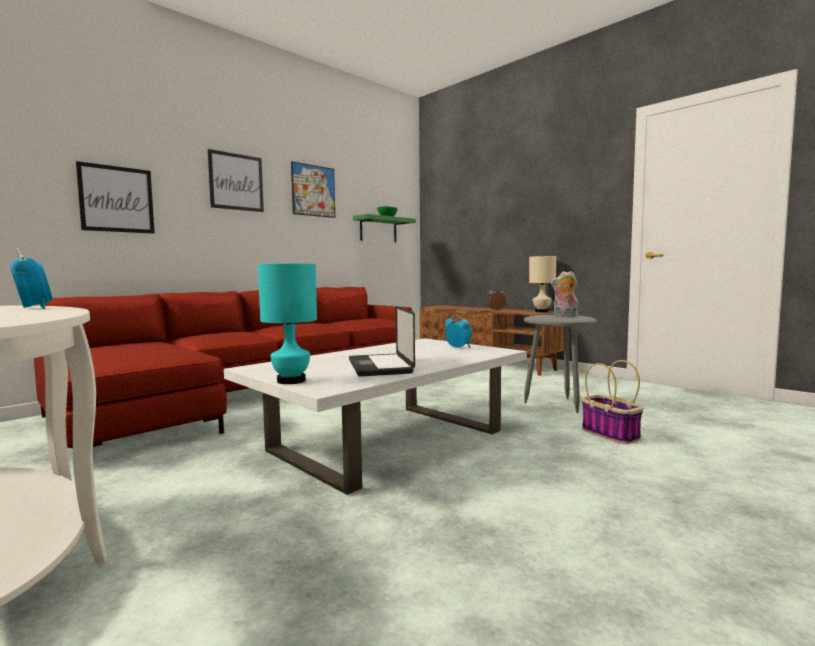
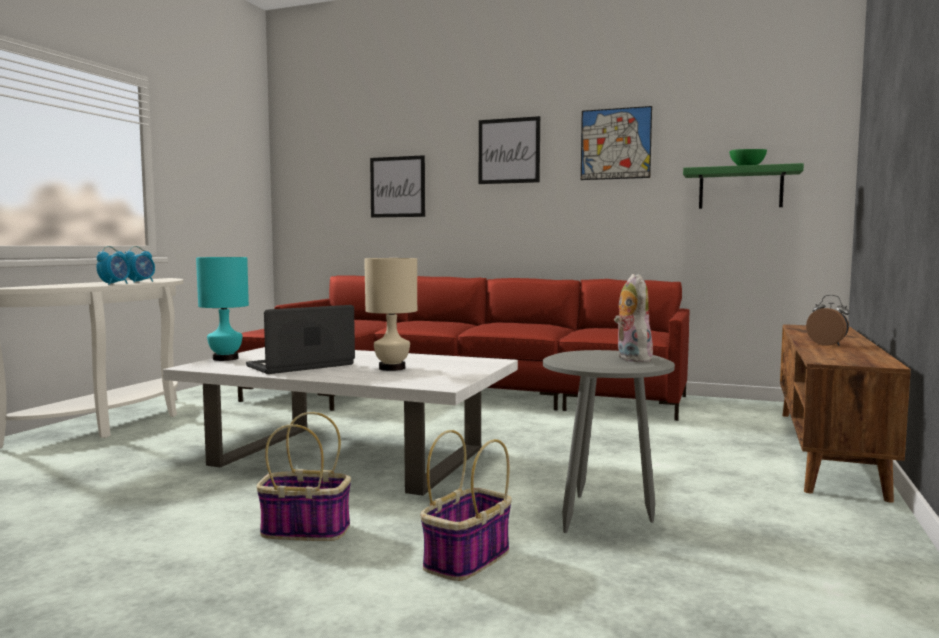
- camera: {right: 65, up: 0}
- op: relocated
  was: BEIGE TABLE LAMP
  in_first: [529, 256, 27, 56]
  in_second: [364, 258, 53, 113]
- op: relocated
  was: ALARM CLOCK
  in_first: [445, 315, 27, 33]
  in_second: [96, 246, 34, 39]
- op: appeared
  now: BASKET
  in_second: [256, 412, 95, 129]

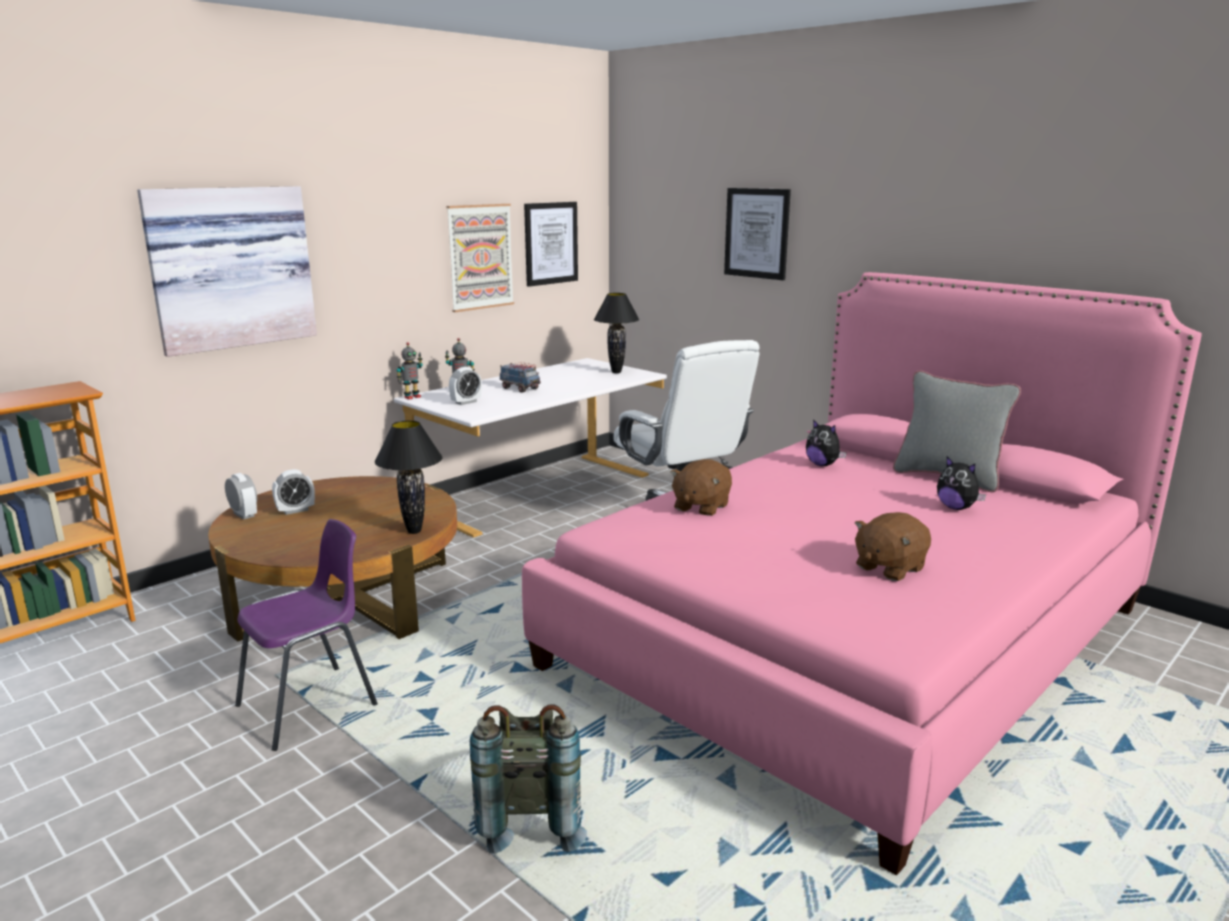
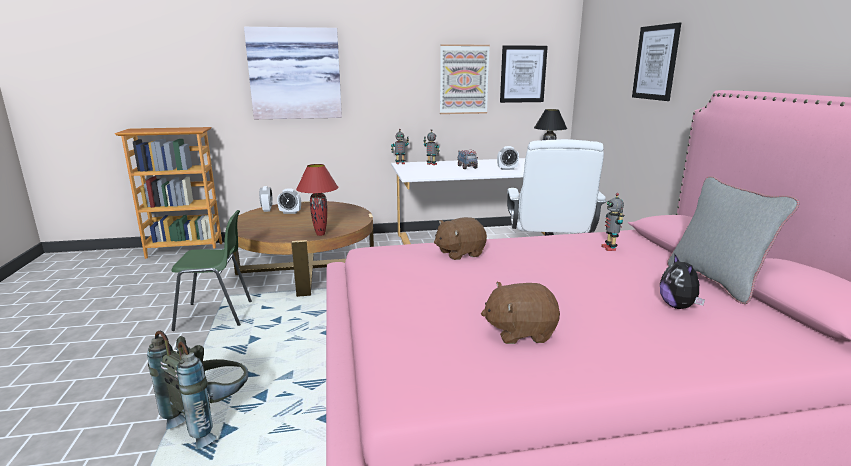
- camera: {right: 35, up: 0}
- op: relocated
  was: ALARM CLOCK
  in_first: [449, 367, 33, 38]
  in_second: [497, 146, 22, 24]
- op: exchanged
  was: PLUSH TOY
  now: TOY ROBOT
  in_first: [806, 419, 41, 47]
  in_second: [601, 193, 24, 58]
- op: colour
  was: BLACK TABLE LAMP
  now: RED TABLE LAMP
  in_first: [375, 420, 67, 114]
  in_second: [296, 164, 42, 72]
- op: colour
  was: PURPLE CHAIR
  now: GREEN CHAIR
  in_first: [235, 519, 143, 232]
  in_second: [172, 210, 80, 121]

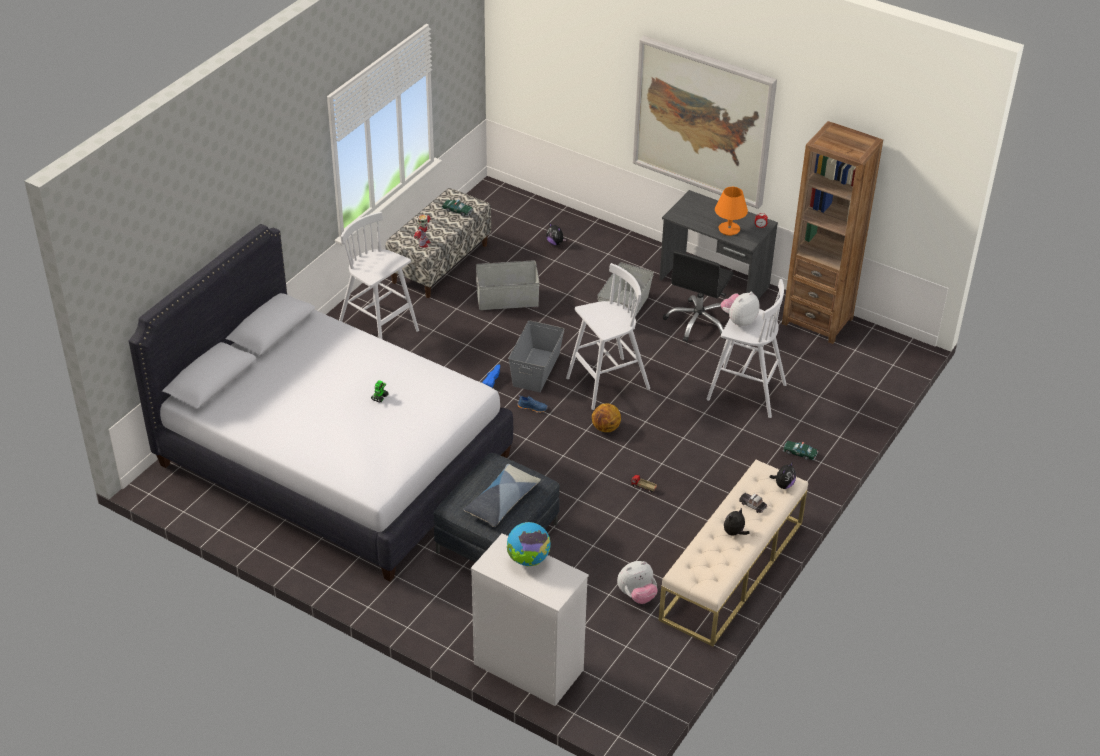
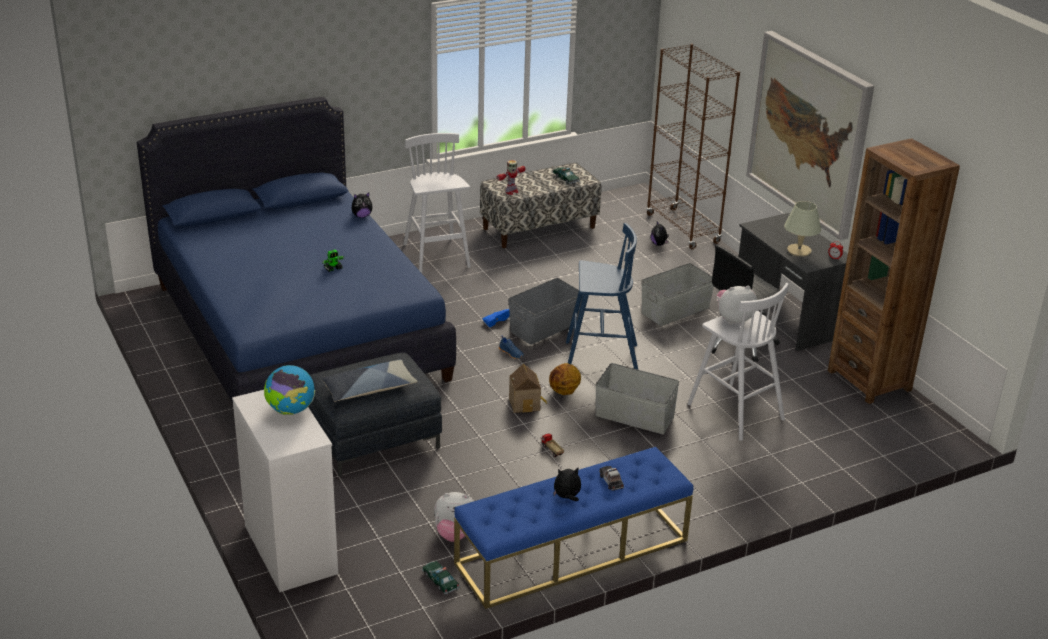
- camera: {right: 30, up: -10}
- op: colour
  was: ORANGE TABLE LAMP
  now: BEIGE TABLE LAMP
  in_first: [715, 187, 33, 49]
  in_second: [784, 201, 37, 56]
- op: colour
  was: WHITE BED
  now: BLUE BED
  in_first: [129, 224, 384, 357]
  in_second: [137, 96, 319, 307]
- op: relocated
  was: GREY STORAGE BOX
  in_first: [476, 260, 64, 50]
  in_second: [595, 363, 85, 71]
- op: colour
  was: WHITE STOOL
  now: BLUE STOOL
  in_first: [566, 263, 84, 147]
  in_second: [566, 223, 72, 147]
- op: relocated
  was: TOY CAR
  in_first: [783, 441, 35, 20]
  in_second: [422, 561, 38, 34]
- op: colour
  was: BEIGE BENCH
  now: BLUE BENCH
  in_first: [659, 460, 149, 186]
  in_second: [454, 447, 239, 162]
- op: relocated
  was: PLUSH TOY
  in_first: [770, 462, 26, 27]
  in_second: [352, 193, 20, 25]
- op: appeared
  now: BROWN BOOKCASE
  in_second: [646, 44, 94, 205]
- op: appeared
  now: TOY HOUSE
  in_second: [509, 364, 38, 49]

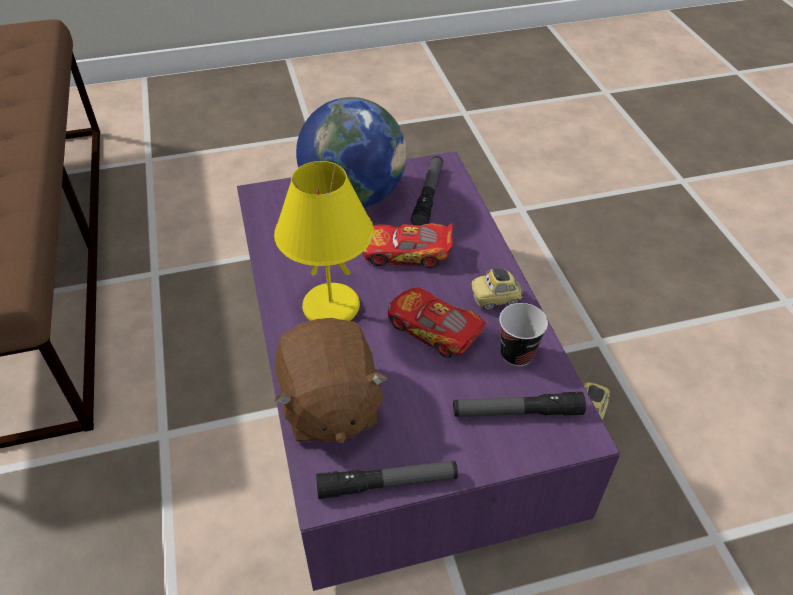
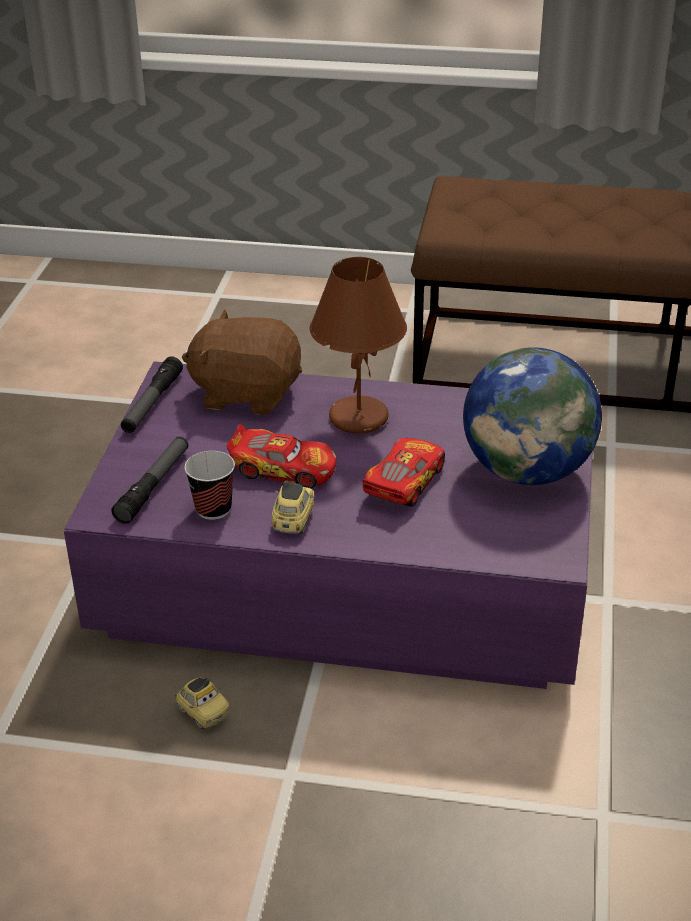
- camera: {right: 115, up: -10}
- op: missing
  was: FLASHLIGHT
  in_first: [411, 156, 32, 69]
- op: colour
  was: YELLOW TABLE LAMP
  now: BROWN TABLE LAMP
  in_first: [274, 161, 100, 160]
  in_second: [310, 257, 97, 177]
- op: spun
  was: TOY CAR
  in_first: [388, 287, 100, 71]
  in_second: [226, 424, 110, 64]
  clockwise: 45

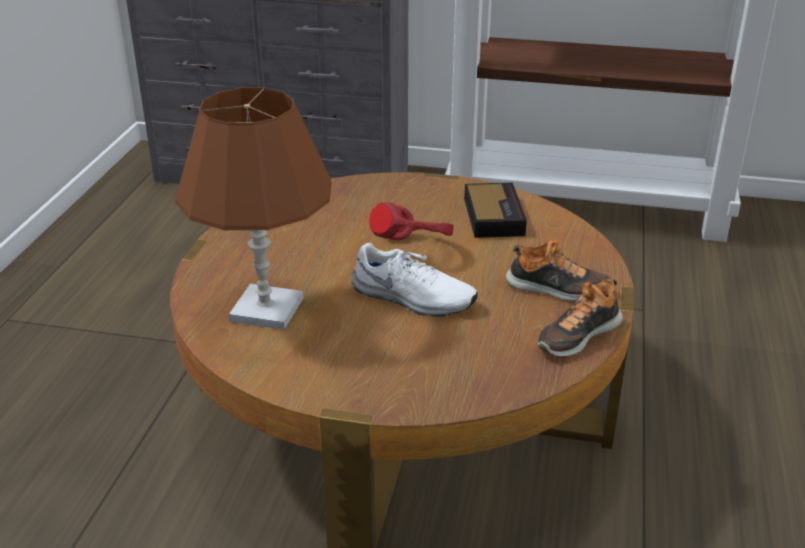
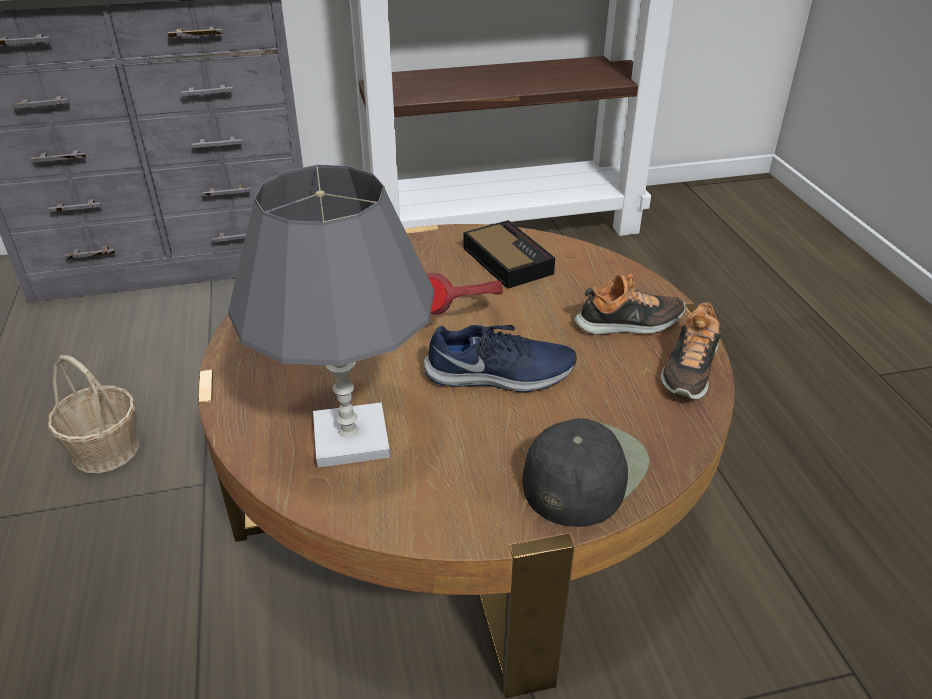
- camera: {right: -25, up: 5}
- op: colour
  was: BROWN TABLE LAMP
  now: GREY TABLE LAMP
  in_first: [175, 87, 157, 243]
  in_second: [228, 165, 206, 303]
- op: colour
  was: WHITE SHOE
  now: BLUE SHOE
  in_first: [351, 243, 127, 73]
  in_second: [424, 325, 153, 68]
- op: appeared
  now: BASKET
  in_second: [48, 355, 91, 118]
- op: appeared
  now: BLACK CAP
  in_second: [522, 418, 128, 109]

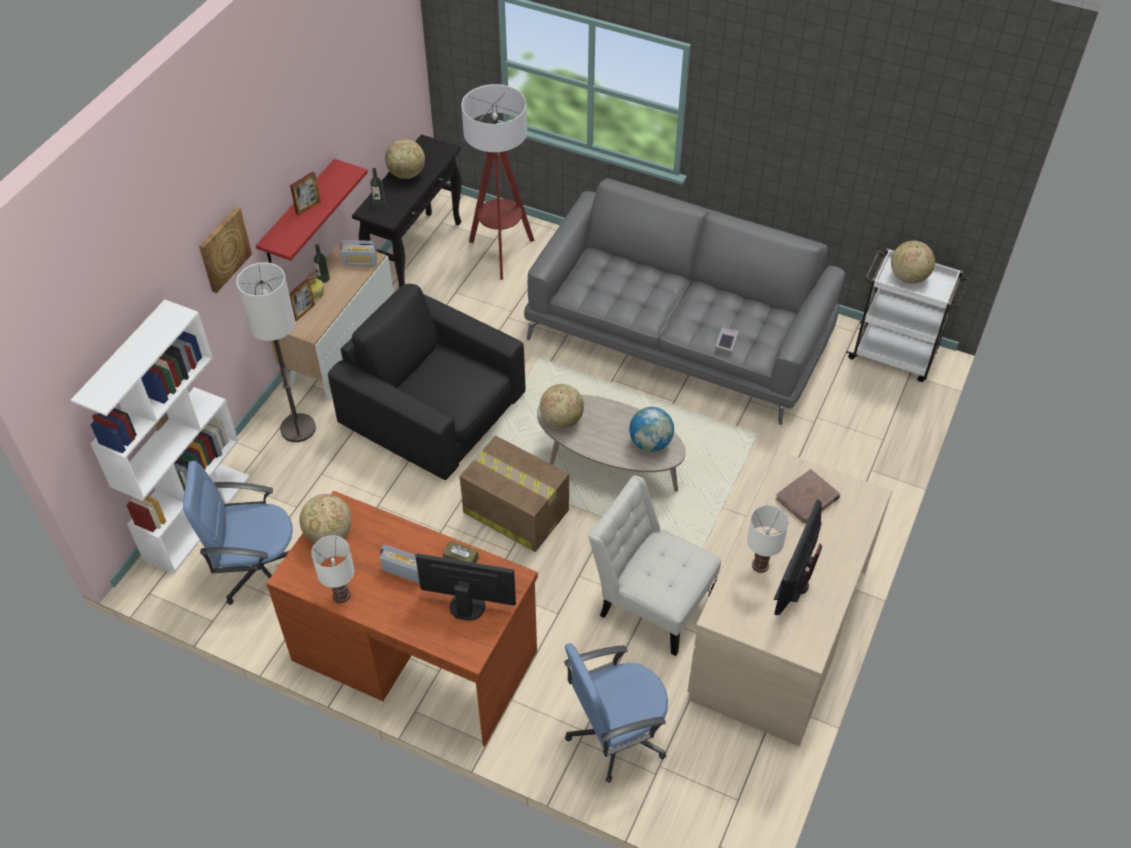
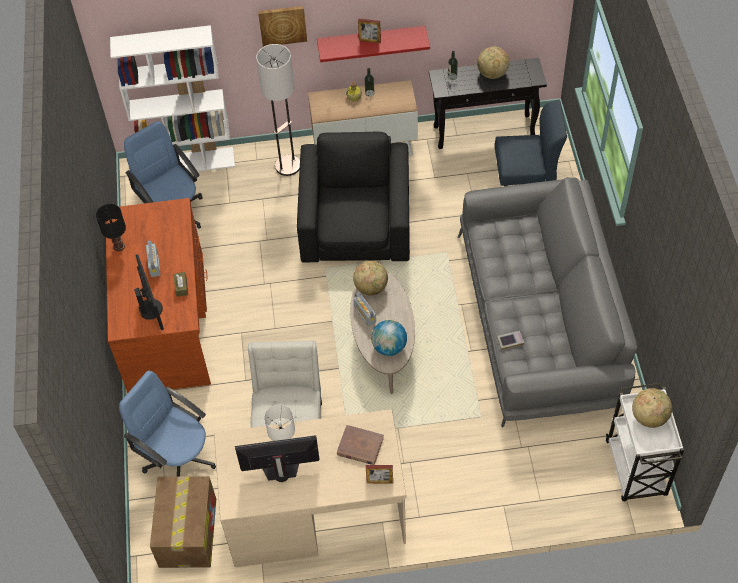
- camera: {right: 60, up: 5}
- op: exchanged
  was: FLOOR LAMP
  now: BLUE CHAIR
  in_first: [461, 84, 73, 196]
  in_second: [495, 101, 72, 85]
- op: relocated
  was: RADIO
  in_first: [340, 240, 38, 26]
  in_second: [353, 292, 23, 34]
- op: relocated
  was: PICTURE FRAME
  in_first: [289, 278, 26, 43]
  in_second: [366, 465, 27, 19]
- op: relocated
  was: CARDBOARD BOX
  in_first: [460, 436, 109, 116]
  in_second: [150, 476, 66, 92]
- op: missing
  was: GLOBE
  in_first: [300, 494, 52, 49]
- op: colour
  was: WHITE TABLE LAMP
  now: BLACK TABLE LAMP
  in_first: [311, 535, 43, 68]
  in_second: [96, 204, 30, 47]

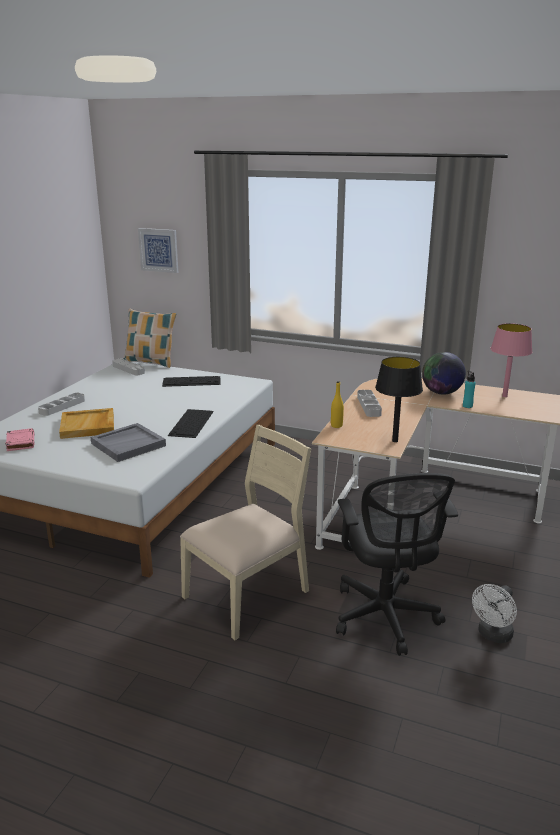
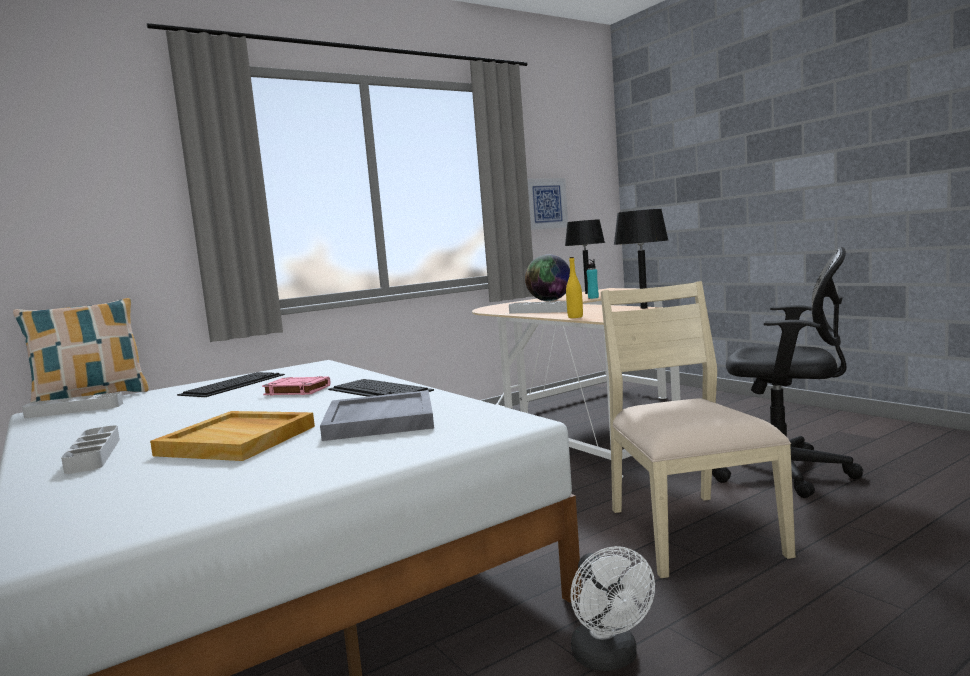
- camera: {right: -55, up: -15}
- op: relocated
  was: PICTURE
  in_first: [138, 228, 40, 45]
  in_second: [527, 178, 41, 52]
- op: colour
  was: PINK TABLE LAMP
  now: BLACK TABLE LAMP
  in_first: [490, 323, 42, 74]
  in_second: [565, 219, 40, 75]
- op: relocated
  was: PINK BOOK
  in_first: [5, 428, 30, 23]
  in_second: [262, 376, 69, 20]
- op: relocated
  was: WHITE FAN
  in_first: [472, 584, 45, 59]
  in_second: [571, 546, 84, 125]

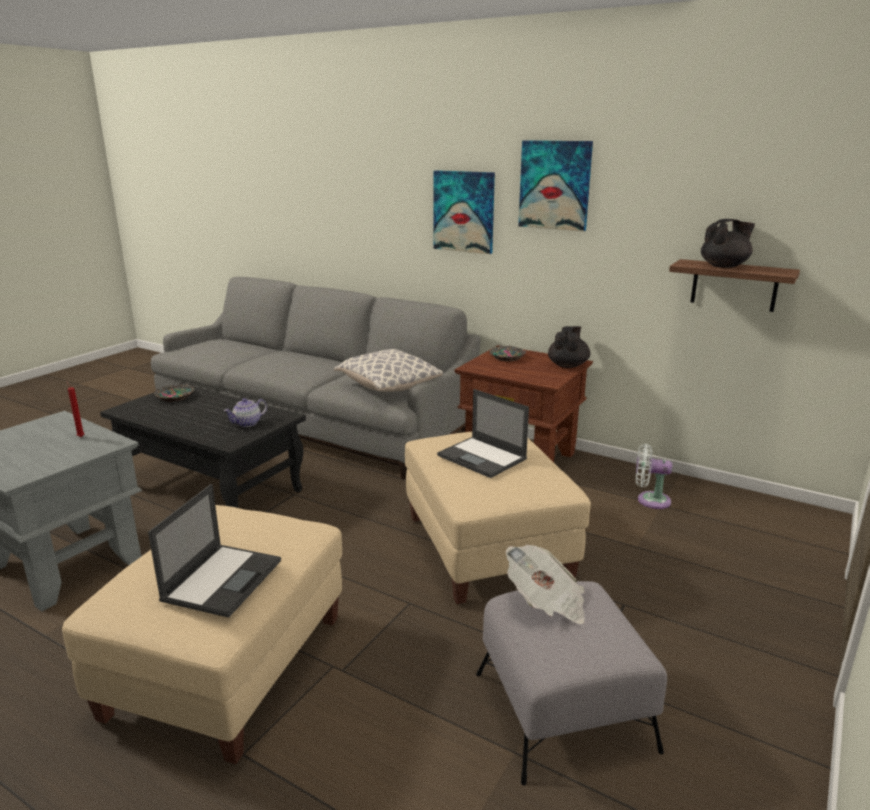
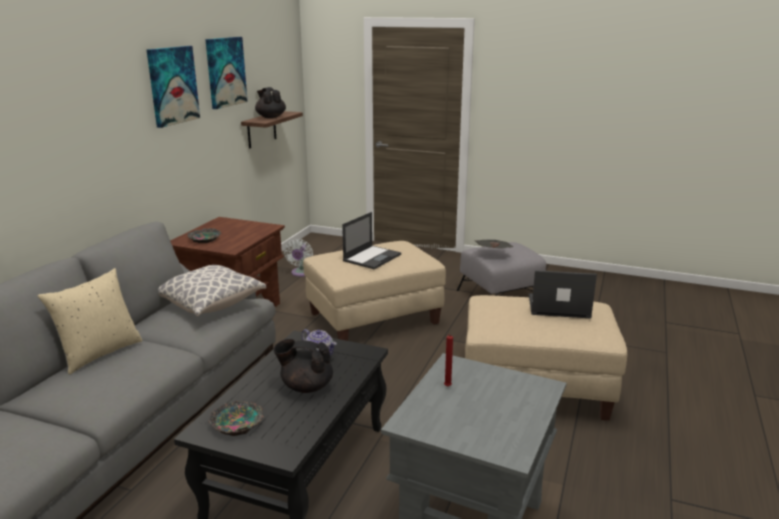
- camera: {right: -100, up: 0}
- op: relocated
  was: PICTURE
  in_first: [434, 170, 61, 84]
  in_second: [205, 37, 43, 72]
- op: relocated
  was: BLACK TEAPOT
  in_first: [548, 326, 42, 42]
  in_second: [274, 339, 59, 54]
- op: appeared
  now: BEIGE PILLOW
  in_second: [37, 268, 106, 106]

